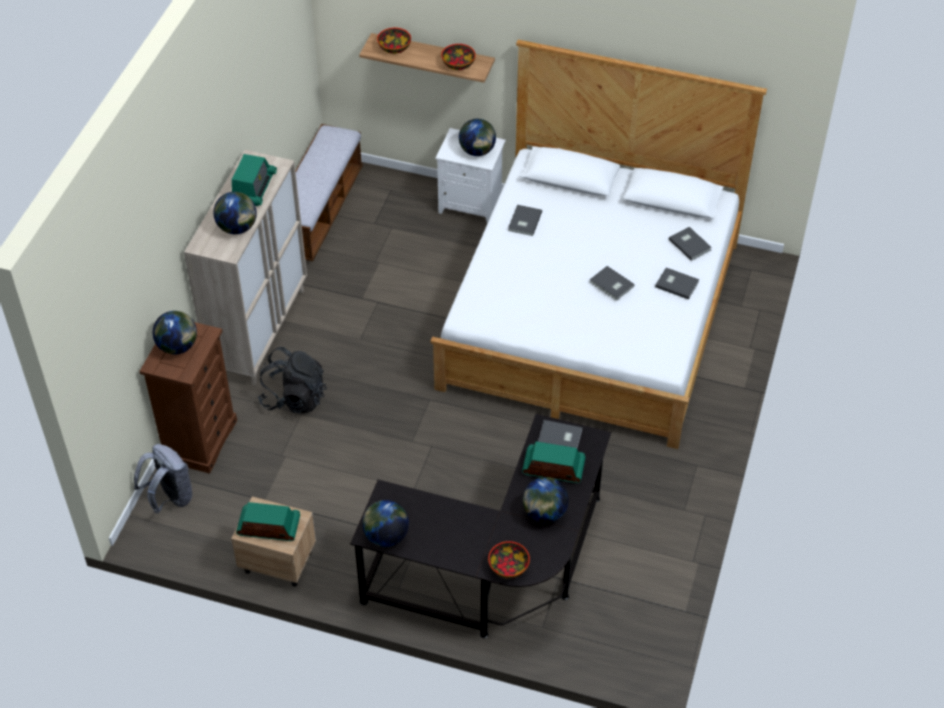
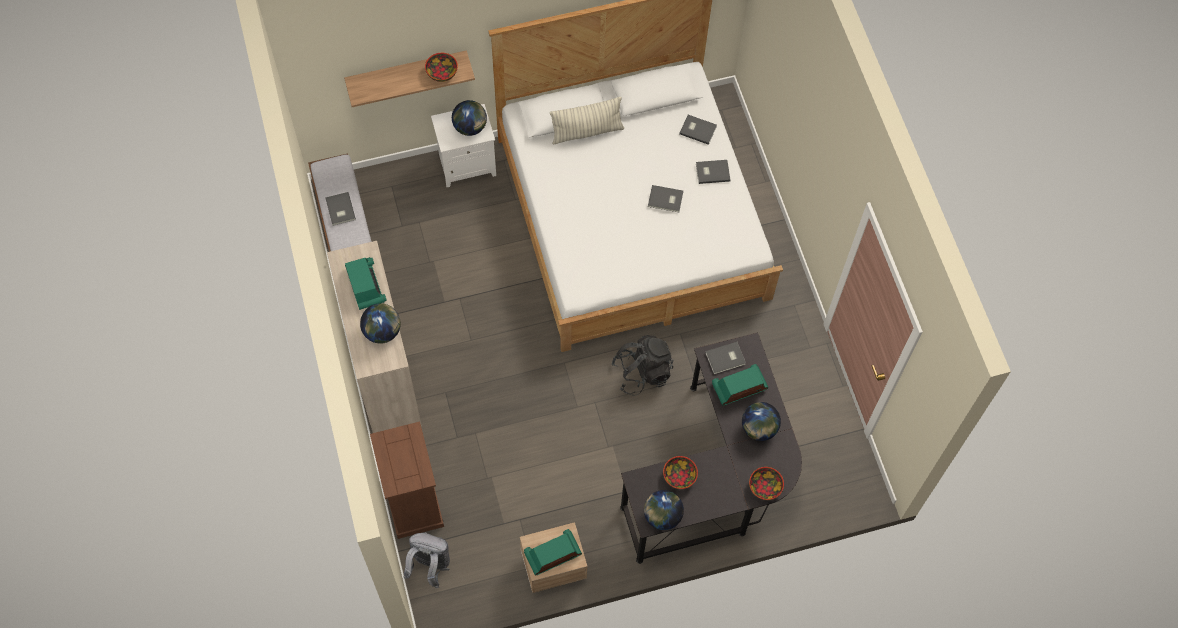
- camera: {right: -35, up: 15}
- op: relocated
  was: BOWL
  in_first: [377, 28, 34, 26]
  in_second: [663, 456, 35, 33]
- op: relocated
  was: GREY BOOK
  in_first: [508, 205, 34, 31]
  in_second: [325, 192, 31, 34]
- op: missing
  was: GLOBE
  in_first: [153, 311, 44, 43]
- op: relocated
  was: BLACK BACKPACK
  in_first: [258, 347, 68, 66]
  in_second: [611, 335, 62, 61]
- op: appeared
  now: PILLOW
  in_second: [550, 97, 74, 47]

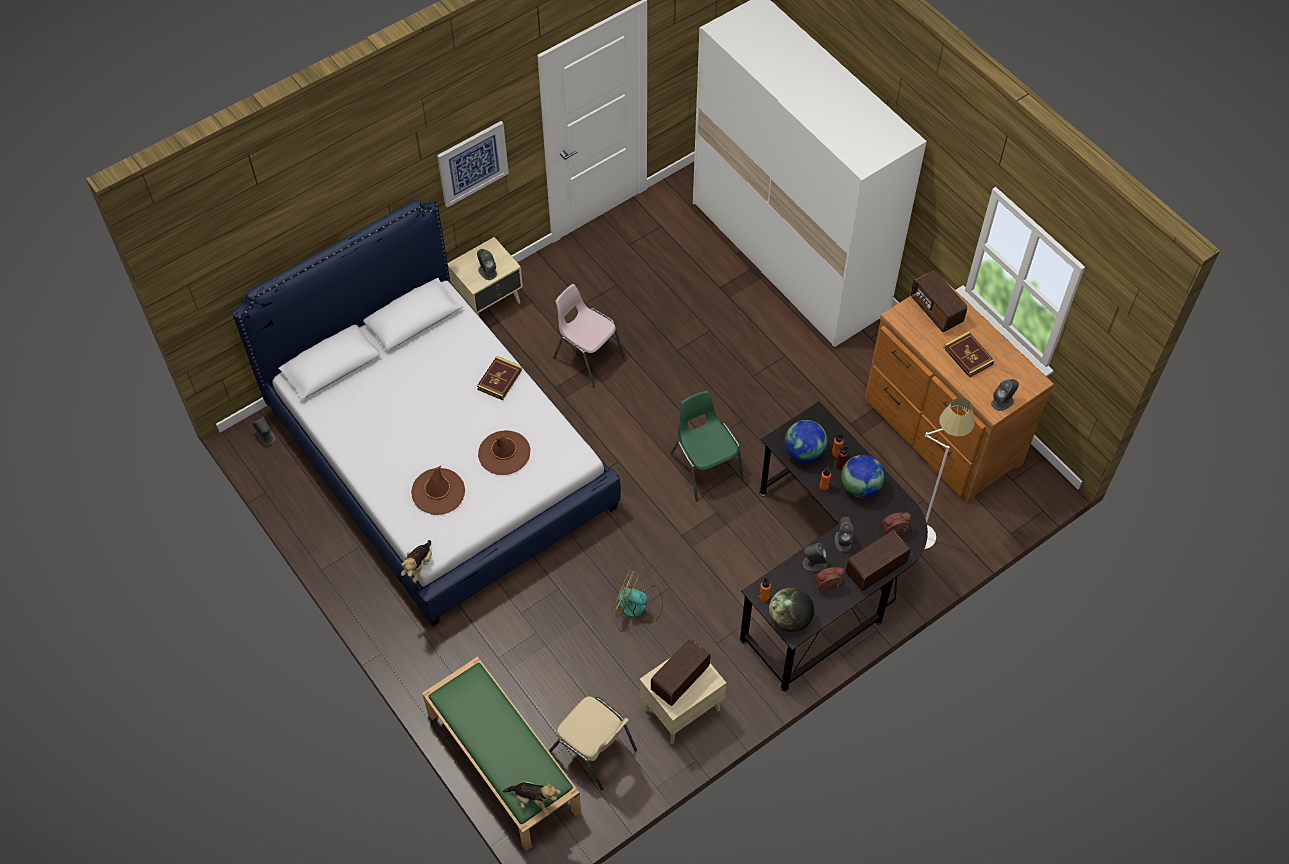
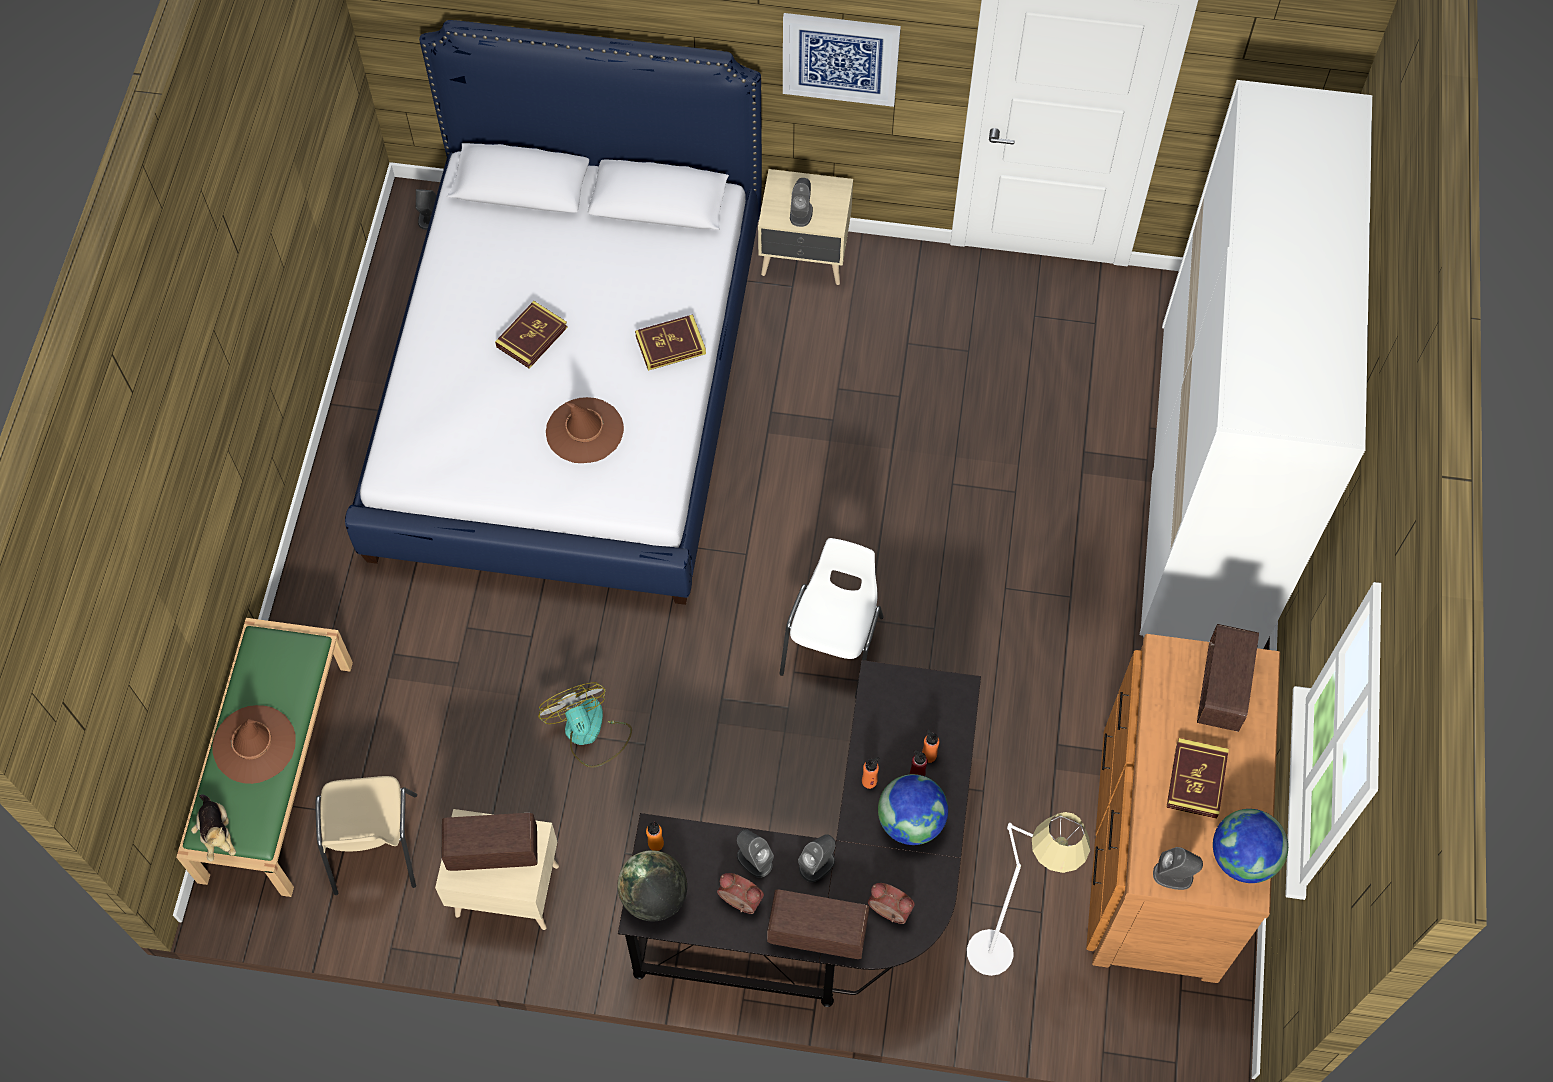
- camera: {right: 45, up: 5}
- op: missing
  was: PINK CHAIR
  in_first: [553, 284, 71, 103]
- op: colour
  was: GREEN CHAIR
  now: WHITE CHAIR
  in_first: [670, 390, 74, 111]
  in_second: [780, 538, 104, 160]
- op: relocated
  was: GLOBE
  in_first: [785, 420, 43, 43]
  in_second: [1213, 809, 75, 74]
- op: relocated
  was: BROWN HAT
  in_first: [411, 465, 54, 50]
  in_second: [212, 705, 84, 79]
- op: missing
  was: PLUSH TOY
  in_first: [401, 540, 31, 42]
- op: appeared
  now: BOOK
  in_second: [495, 301, 73, 68]

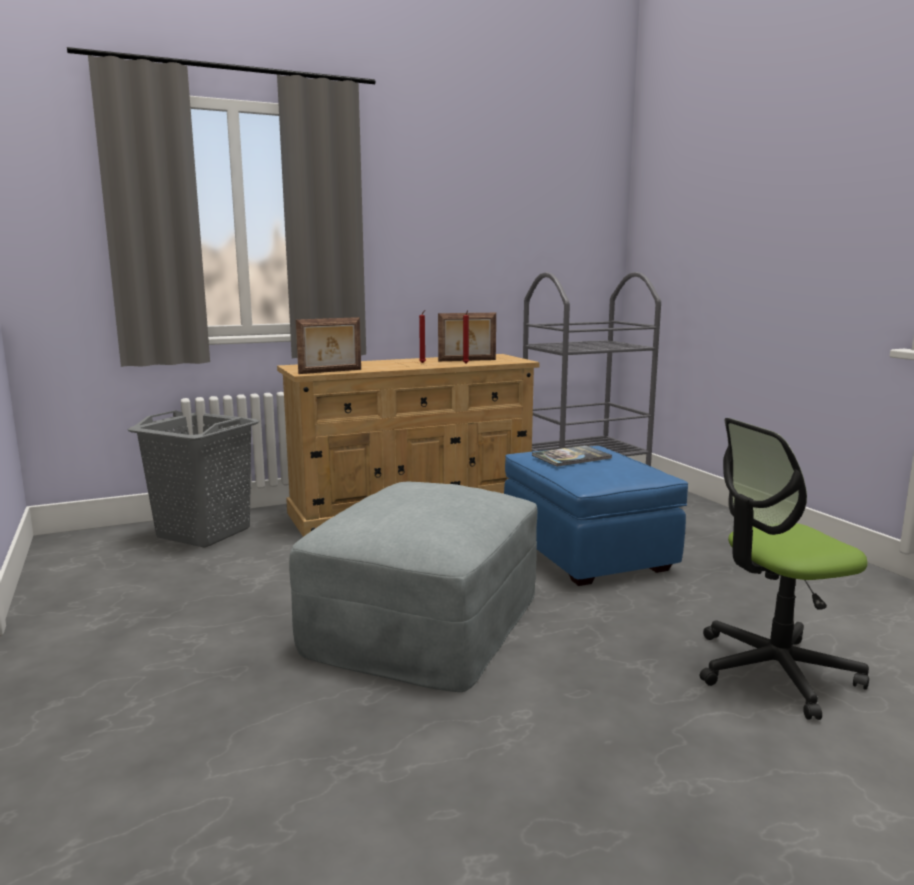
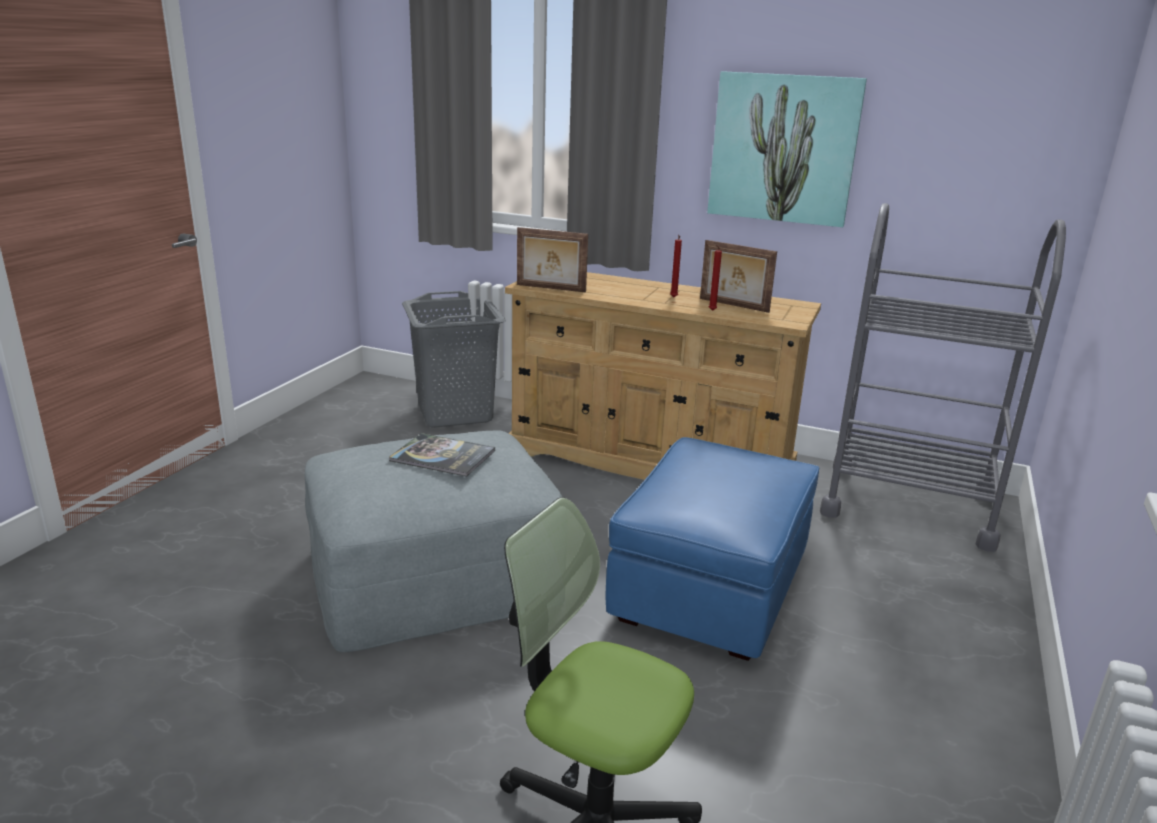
- camera: {right: 45, up: 10}
- op: relocated
  was: BOOK
  in_first: [532, 445, 80, 22]
  in_second: [389, 433, 106, 44]
- op: appeared
  now: PICTURE
  in_second: [707, 71, 160, 156]

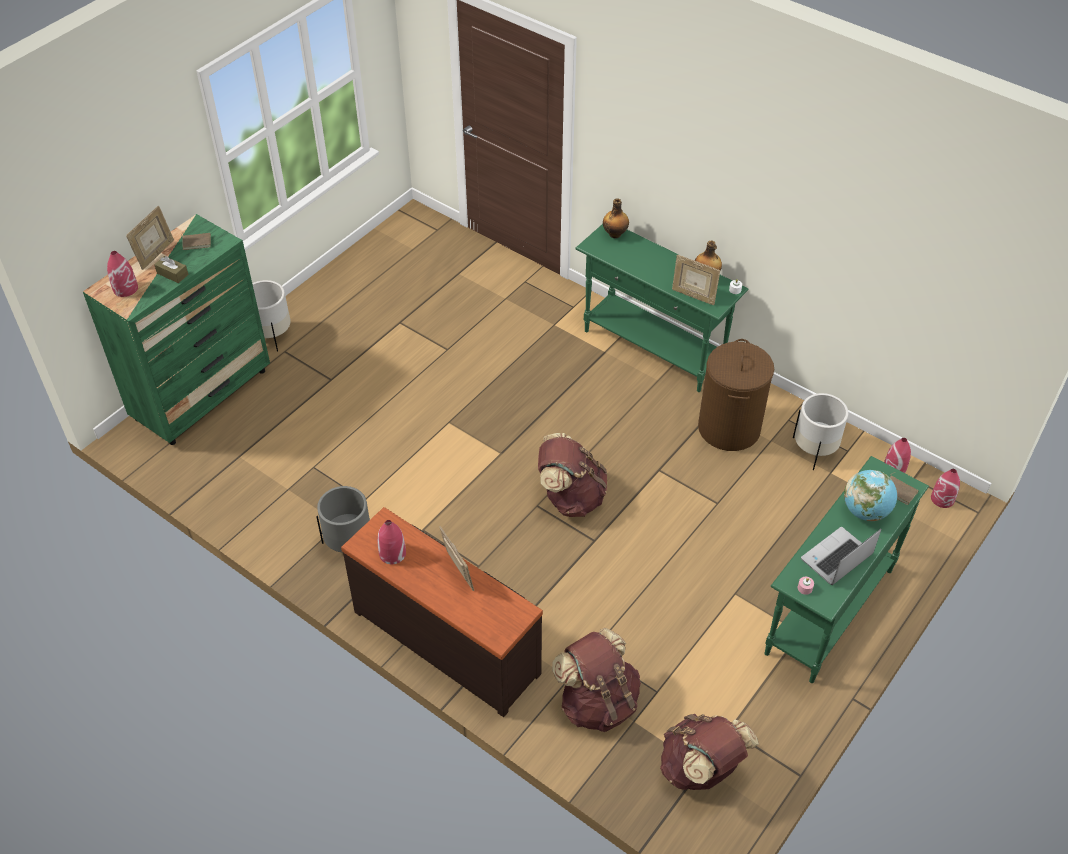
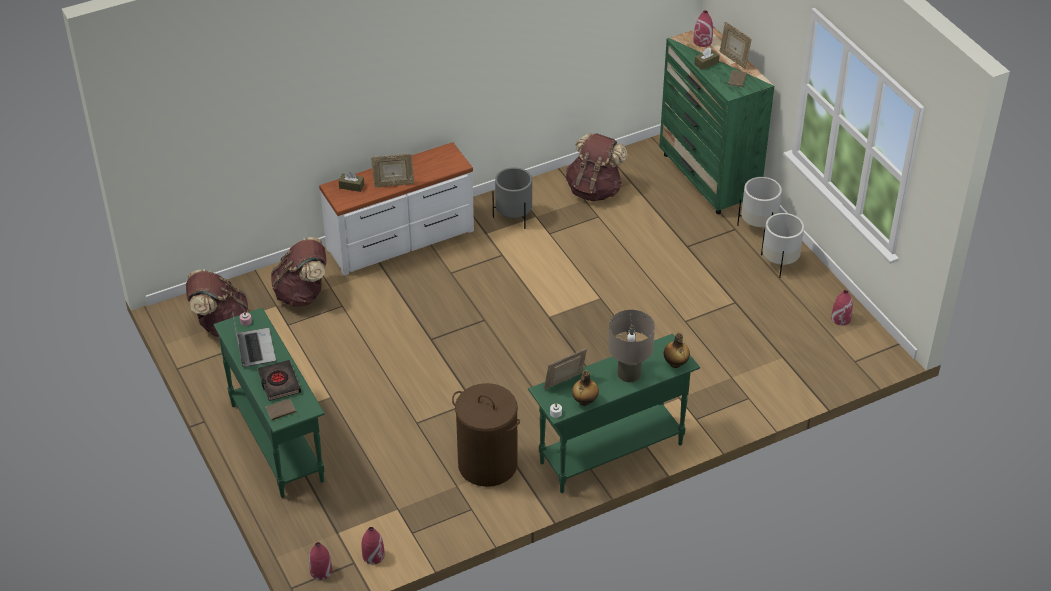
- camera: {right: 115, up: -5}
- op: relocated
  was: WHITE PLANTER
  in_first: [793, 393, 55, 77]
  in_second: [761, 213, 43, 65]
- op: relocated
  was: BROWN BACKPACK
  in_first: [538, 433, 69, 84]
  in_second: [566, 133, 62, 69]
- op: exchanged
  was: GLOBE
  now: BLACK BOOK
  in_first: [844, 470, 53, 51]
  in_second: [258, 360, 43, 41]
- op: colour
  was: BROWN DRESSER
  now: WHITE DRESSER
  in_first: [341, 507, 202, 210]
  in_second: [319, 142, 155, 134]
- op: relocated
  was: RED VASE
  in_first: [377, 520, 29, 44]
  in_second: [831, 290, 22, 35]
- op: appeared
  now: BROWN TISSUE BOX
  in_second: [339, 172, 25, 20]
- op: appeared
  now: BEIGE TABLE LAMP
  in_second: [608, 310, 47, 72]

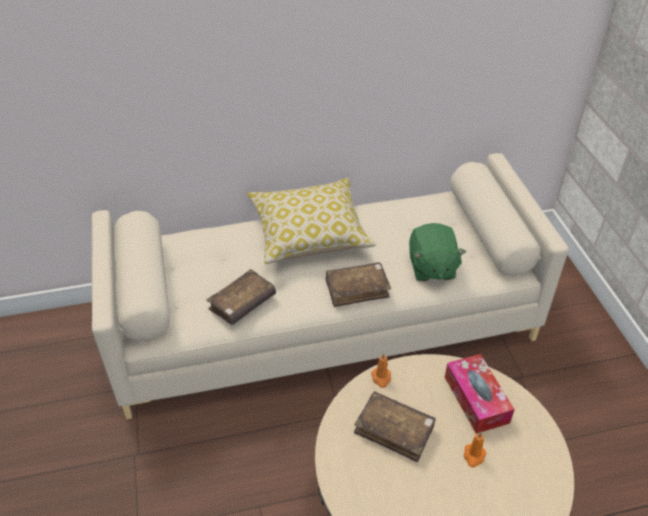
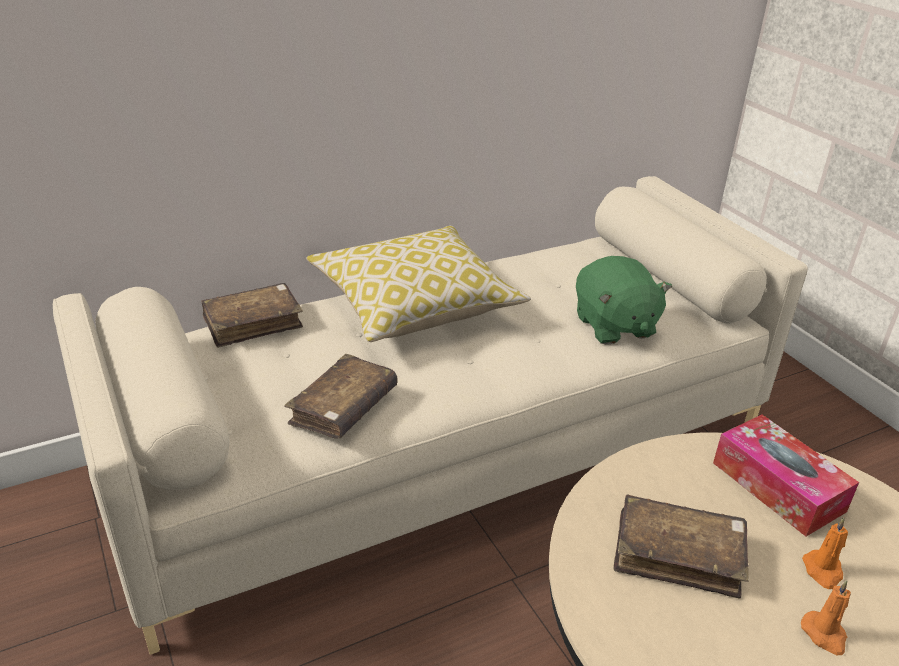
- camera: {right: -15, up: -10}
- op: relocated
  was: BROWN BOOK
  in_first: [325, 262, 66, 45]
  in_second: [201, 283, 102, 65]
- op: relocated
  was: ORANGE CANDLE
  in_first: [371, 353, 20, 35]
  in_second: [801, 580, 50, 75]

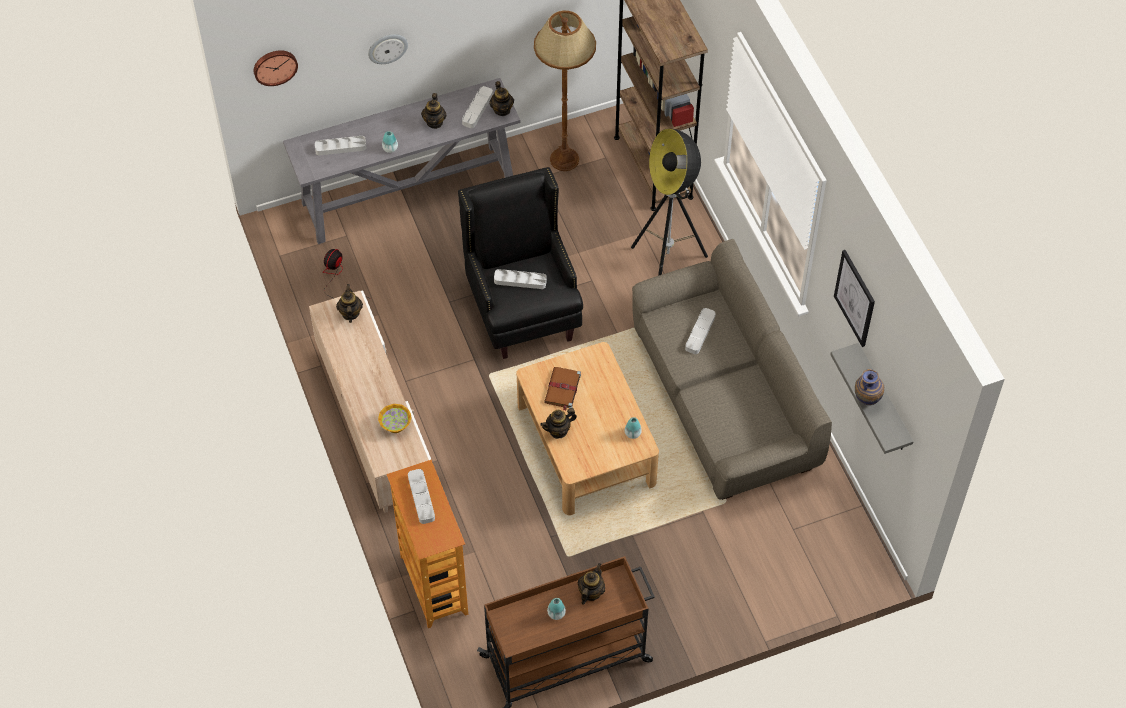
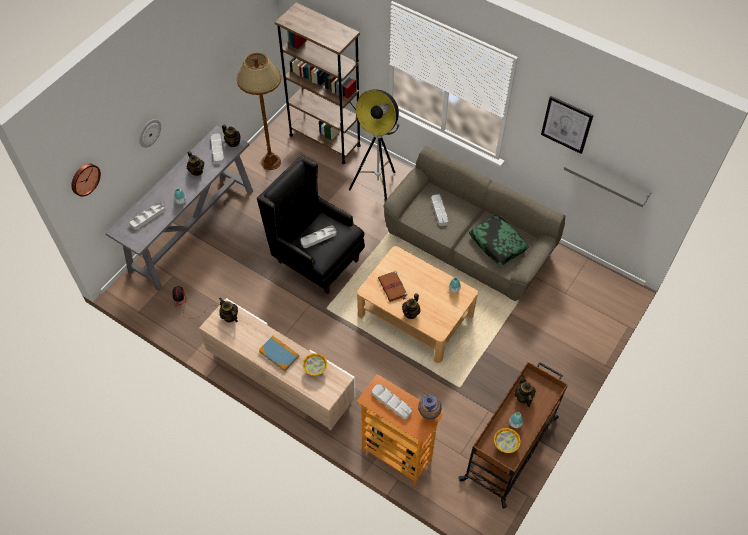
- camera: {right: -35, up: 0}
- op: relocated
  was: VASE
  in_first: [855, 369, 29, 36]
  in_second: [418, 394, 24, 25]
- op: appeared
  now: PILLOW
  in_second: [469, 215, 60, 50]
- op: appeared
  now: BOOK
  in_second: [259, 336, 40, 35]
- op: appeared
  now: BOWL
  in_second: [494, 428, 27, 25]

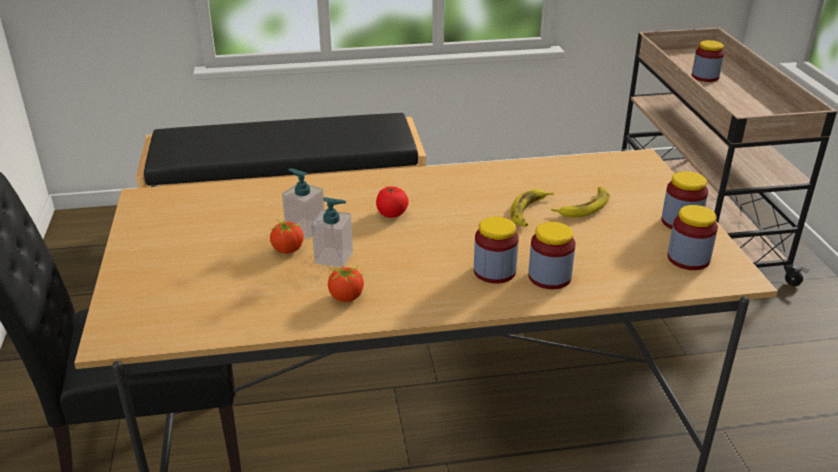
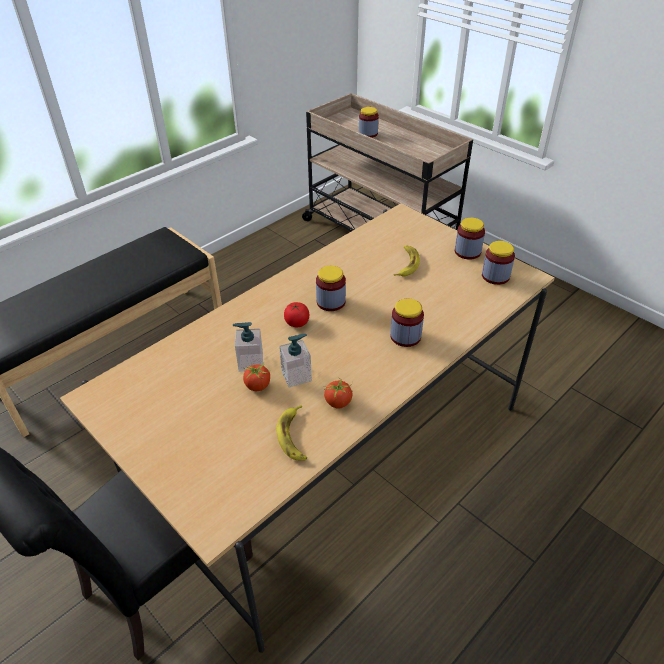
- camera: {right: -35, up: 10}
- op: relocated
  was: BANANA
  in_first: [510, 189, 44, 38]
  in_second: [276, 405, 31, 56]
- op: relocated
  was: JAR
  in_first: [528, 222, 48, 67]
  in_second: [316, 266, 30, 45]

